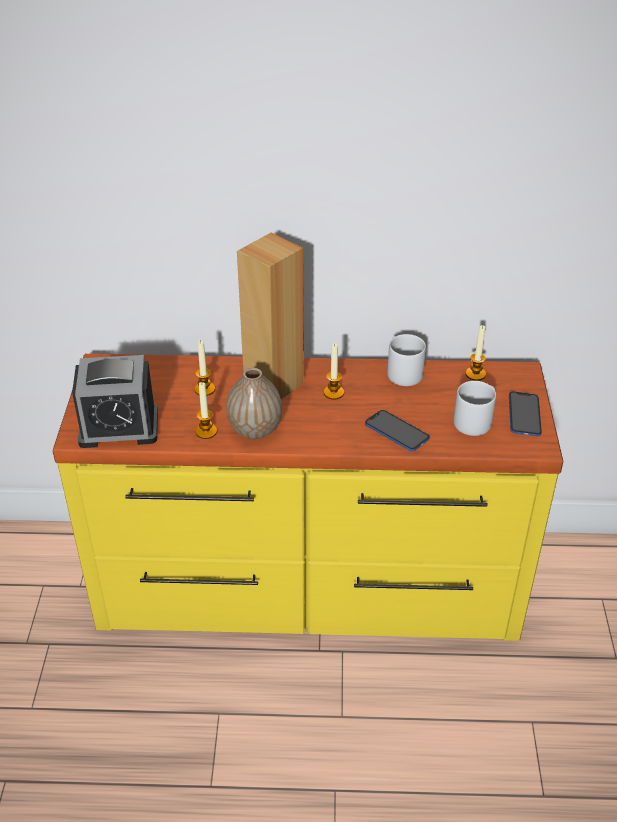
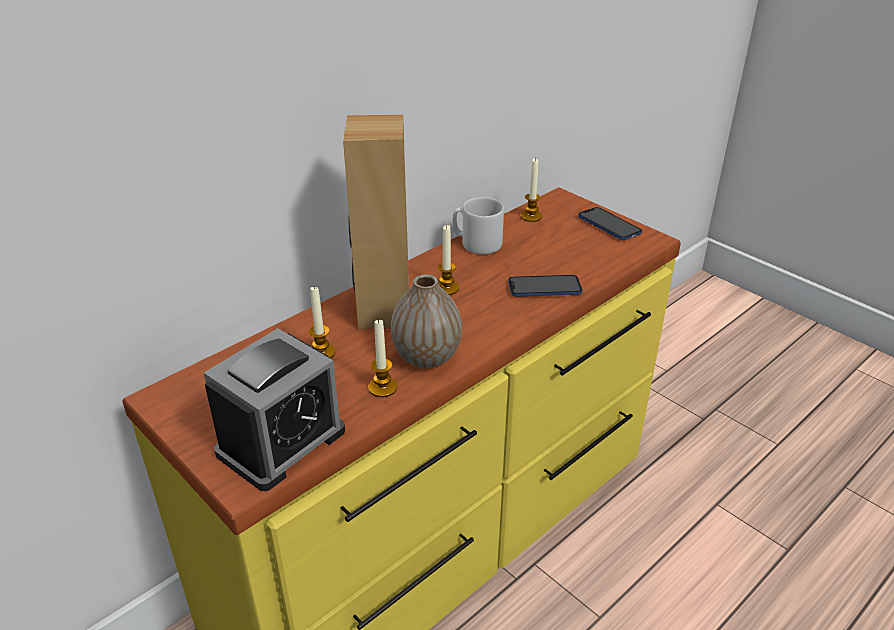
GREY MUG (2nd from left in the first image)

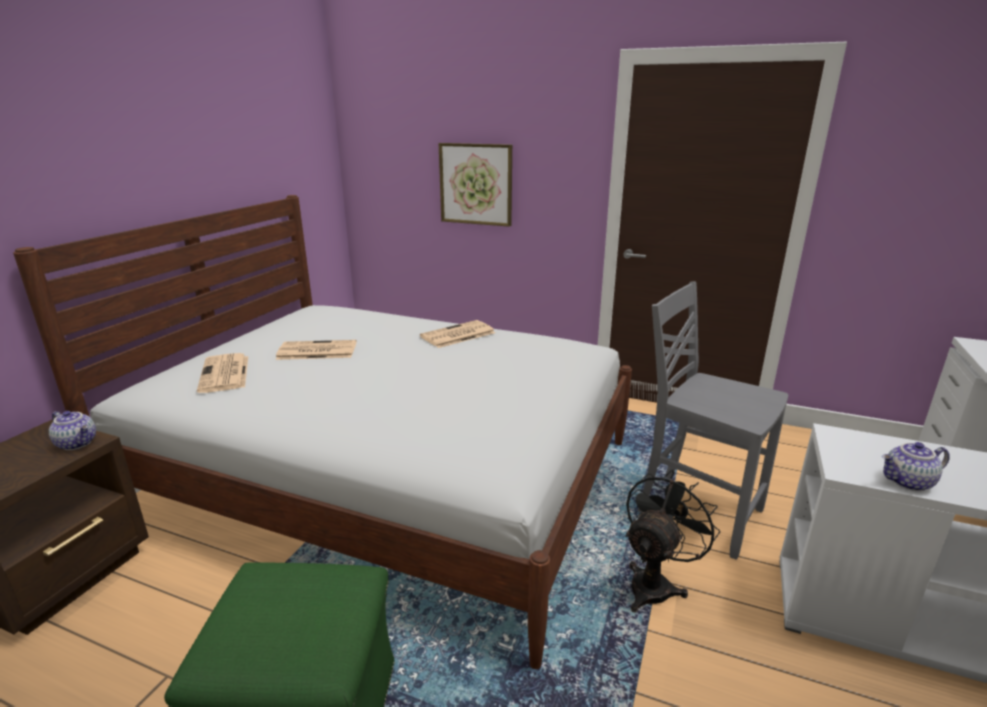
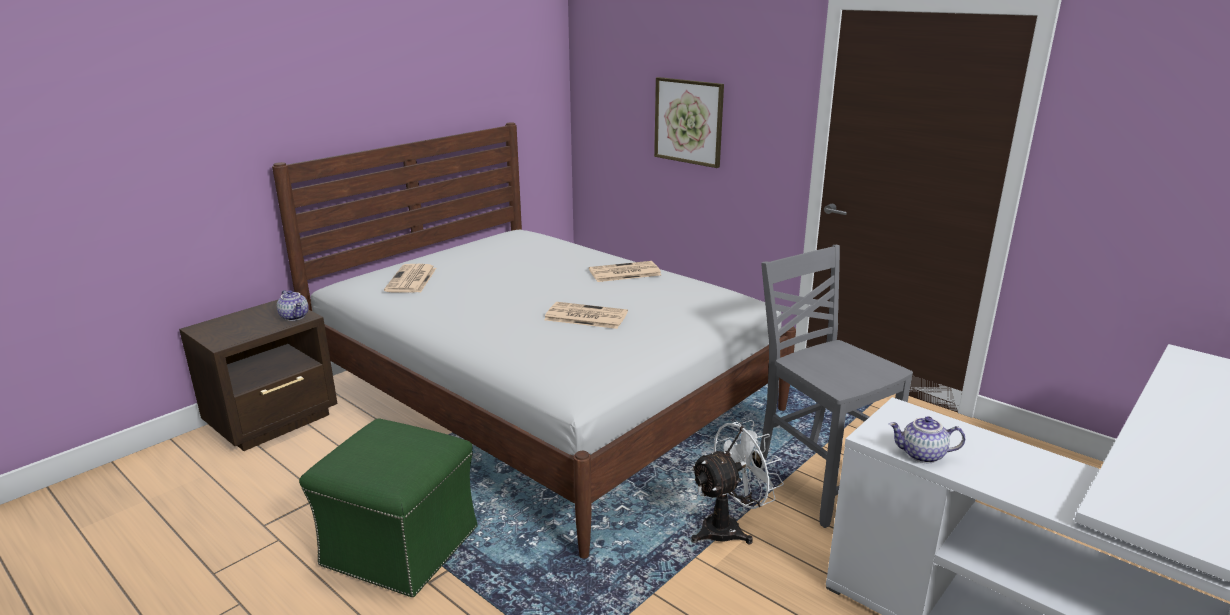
NEWSPAPER (2nd from left); WHITE FAN

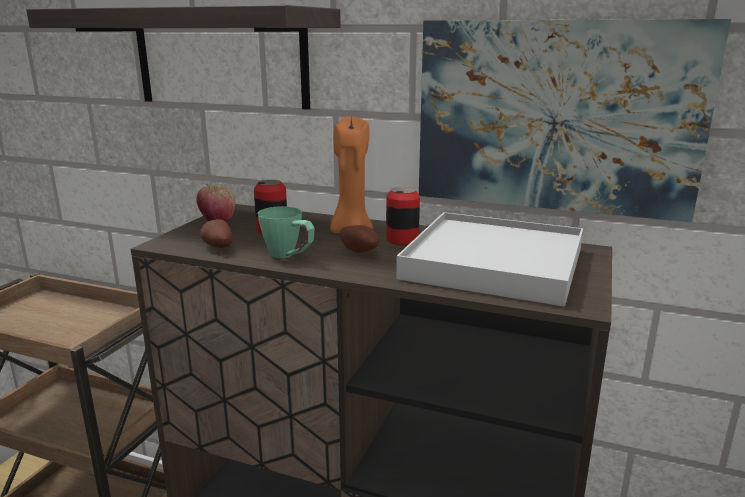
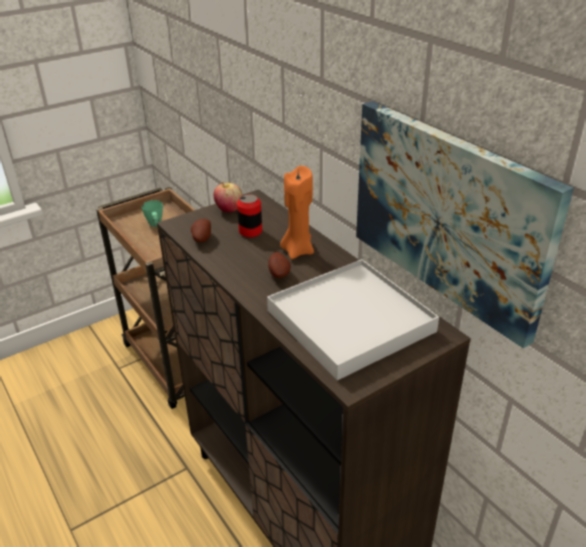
SHELF; CAN (2nd from left in the first image); GREEN MUG

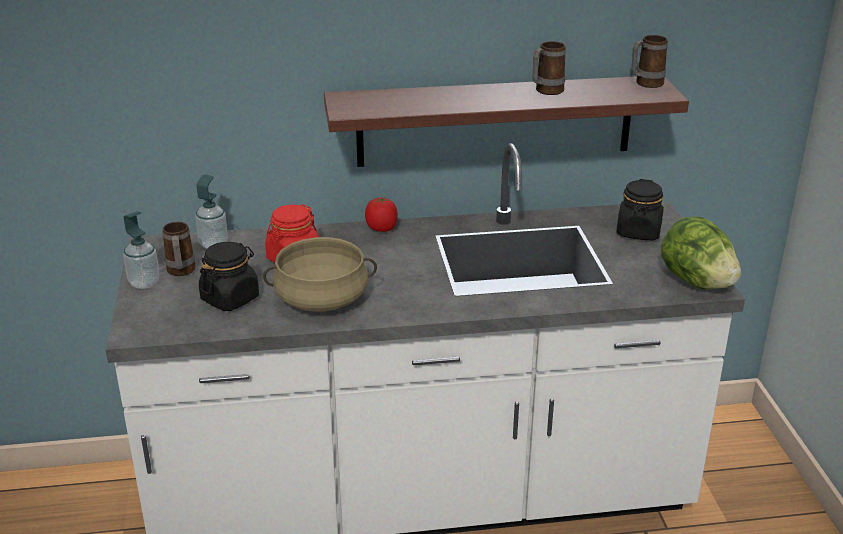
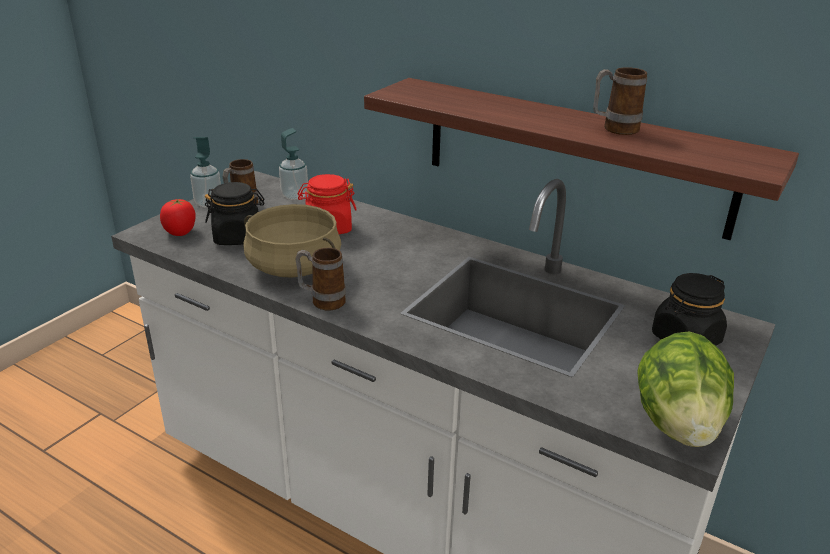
MUG (2nd from left); TOMATO

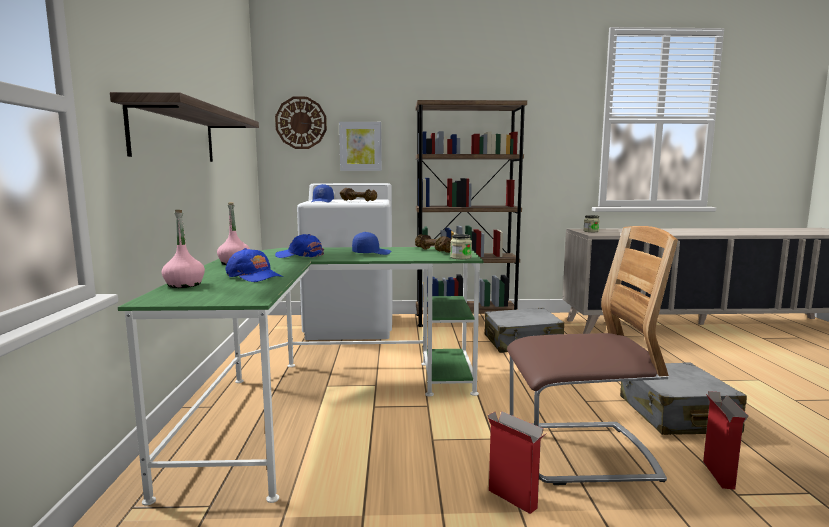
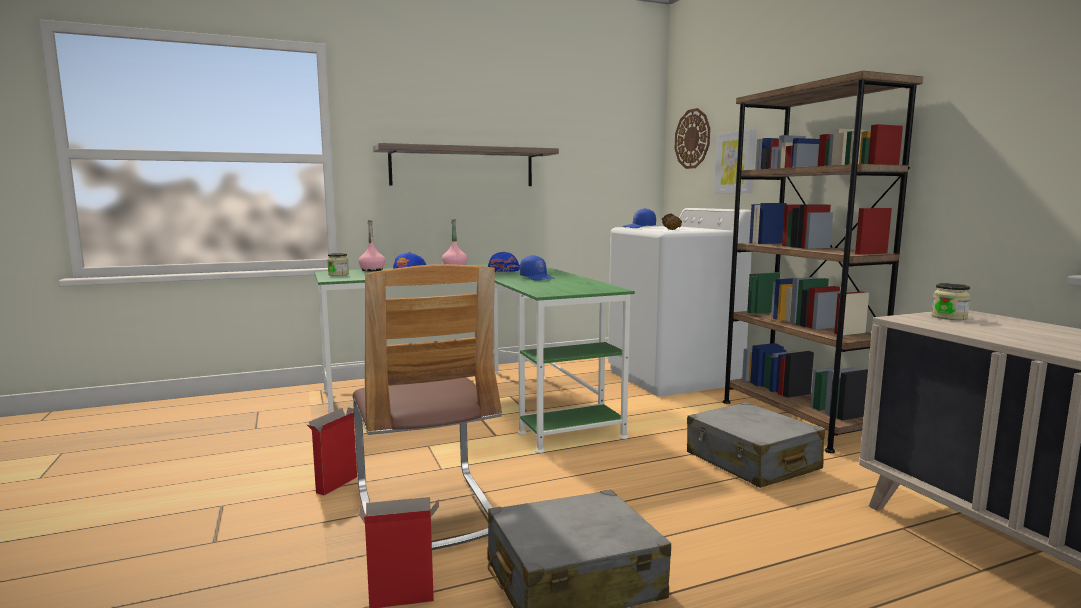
BROWN DUMBBELL (2nd from left in the first image); JAR (1st from left)

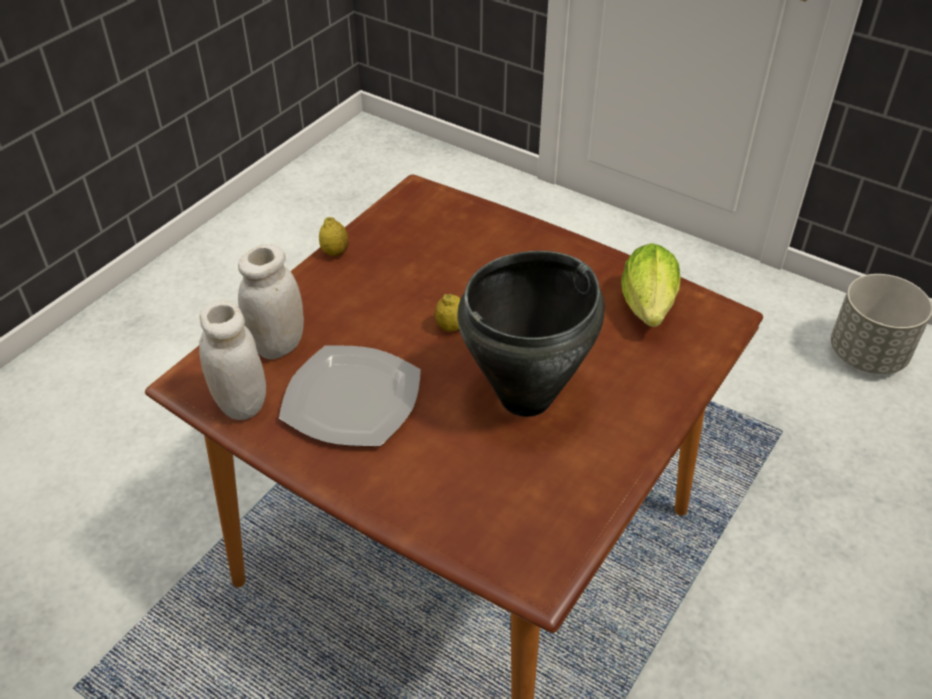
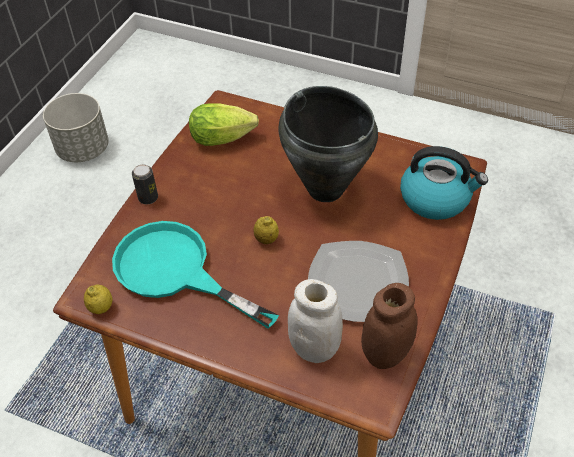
LEMON (1st from left); BROWN JAR; KETTLE; CAN; TURQUOISE FRYING PAN

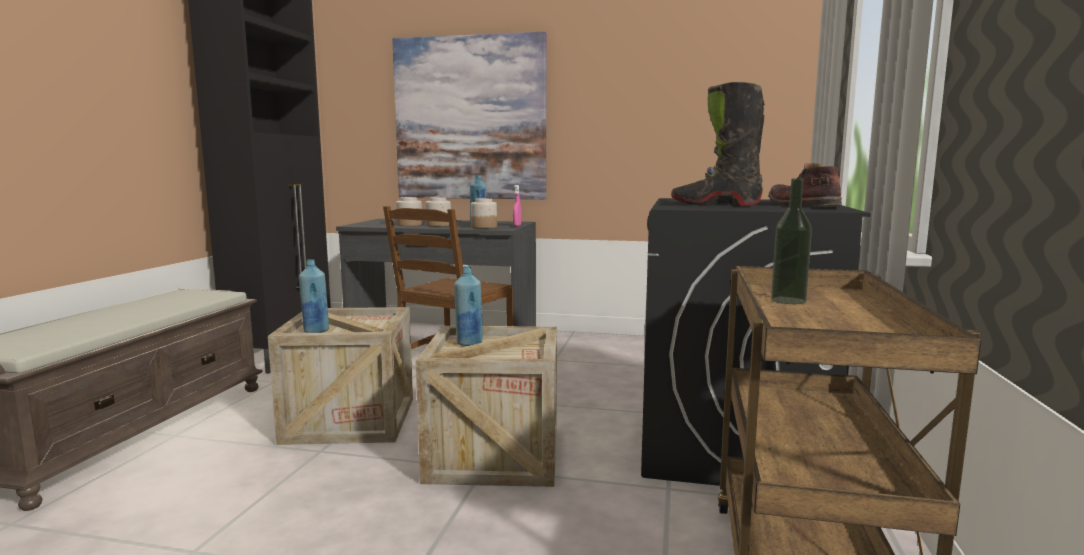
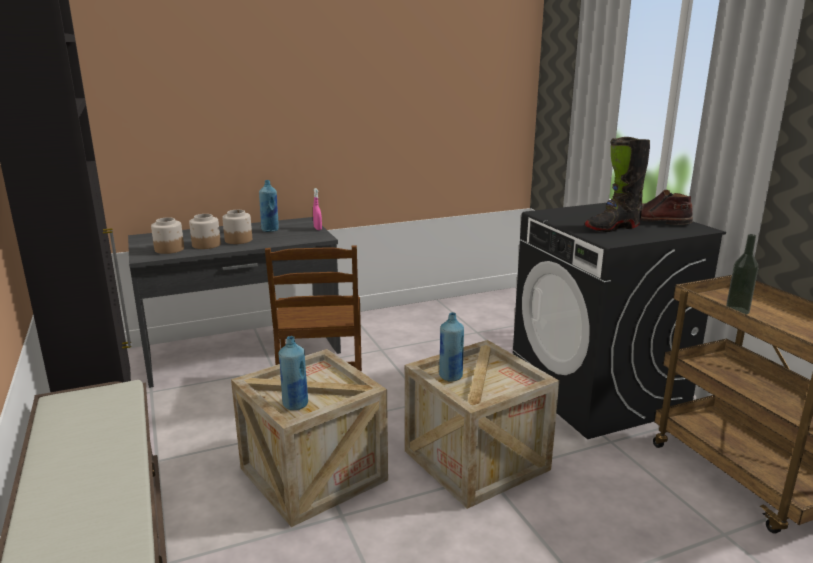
PICTURE; JAR (1st from left)

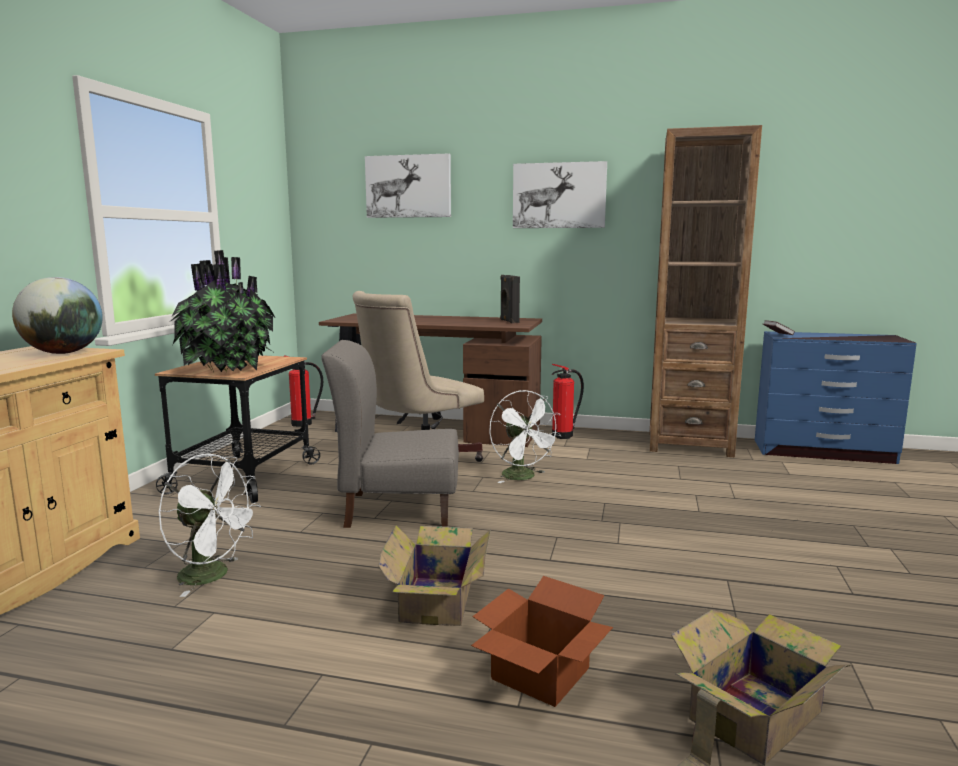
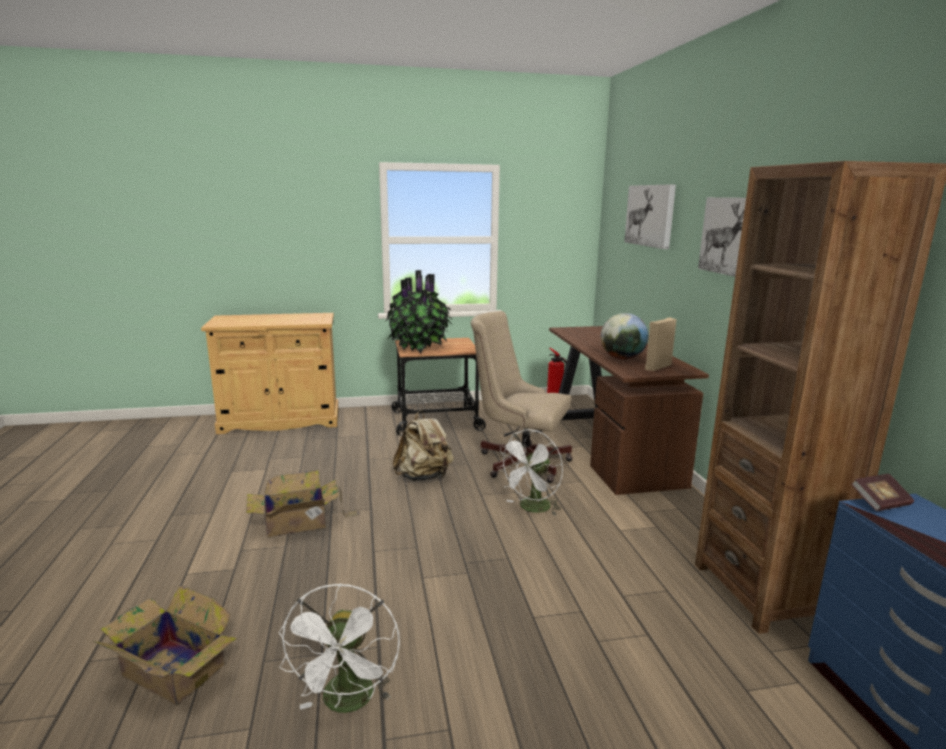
BEIGE SPEAKER; GLOBE; BEIGE BACKPACK; FIRE EXTINGUISHER (2nd from left in the first image); WHITE FAN (1st from left); CARDBOARD BOX (2nd from left in the first image)

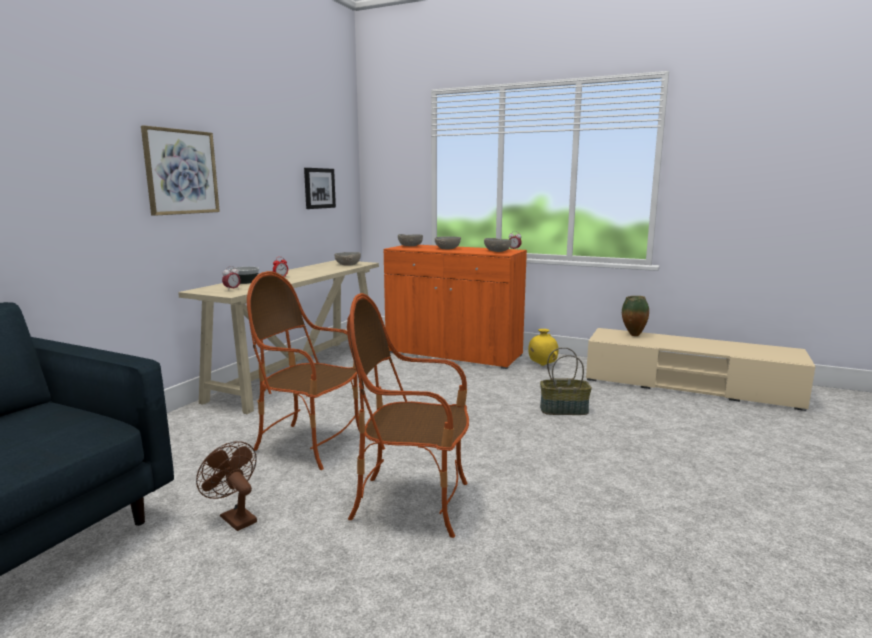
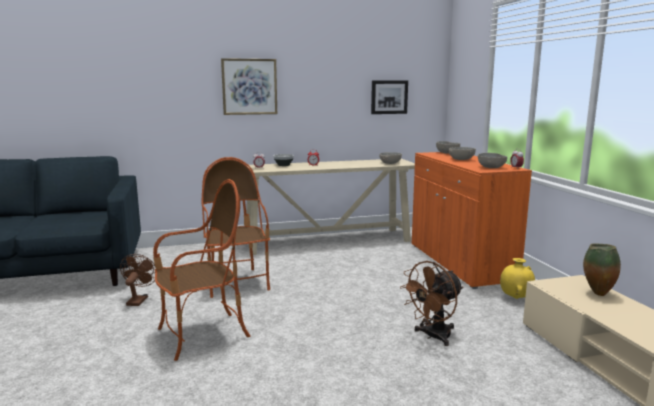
ARMCHAIR (1st from left); BROWN FAN (2nd from left)

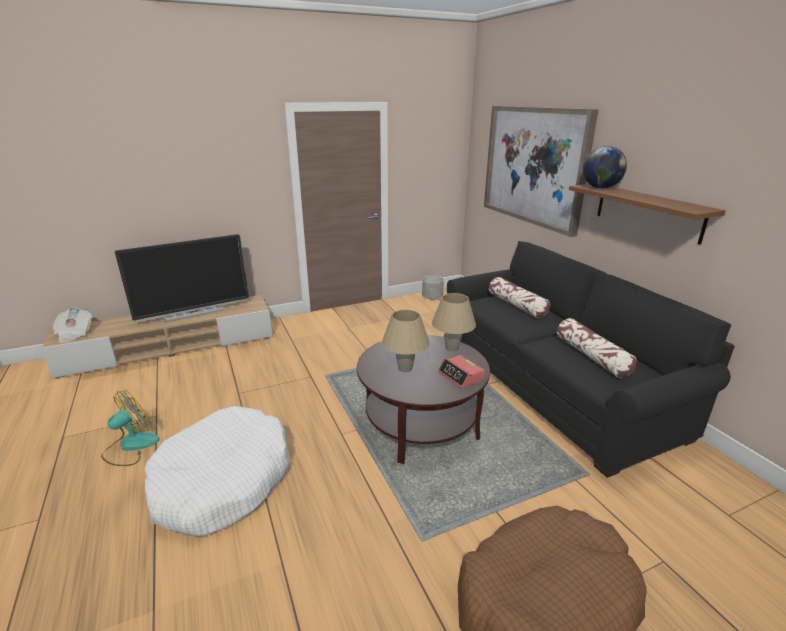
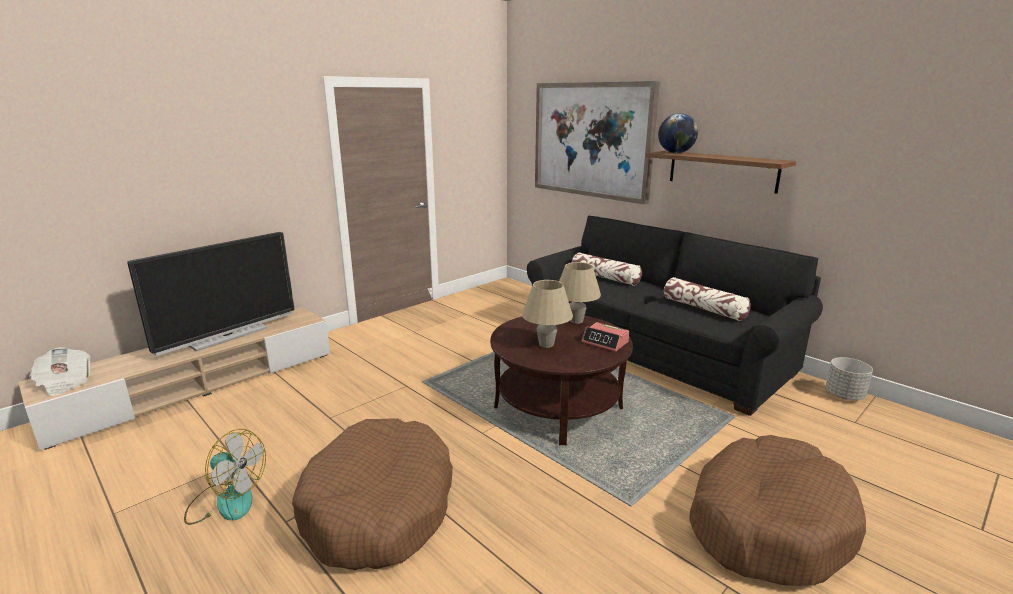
GREY PLANTER; FAN; BROWN DOG BED (1st from left)

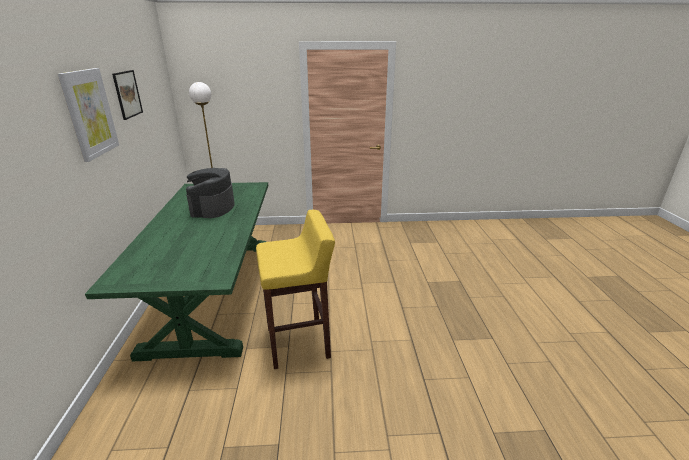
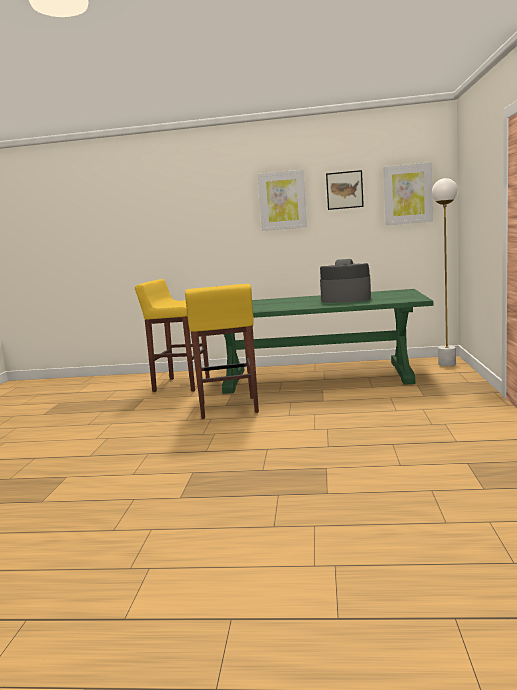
PICTURE (3rd from left); YELLOW STOOL (1st from left)

